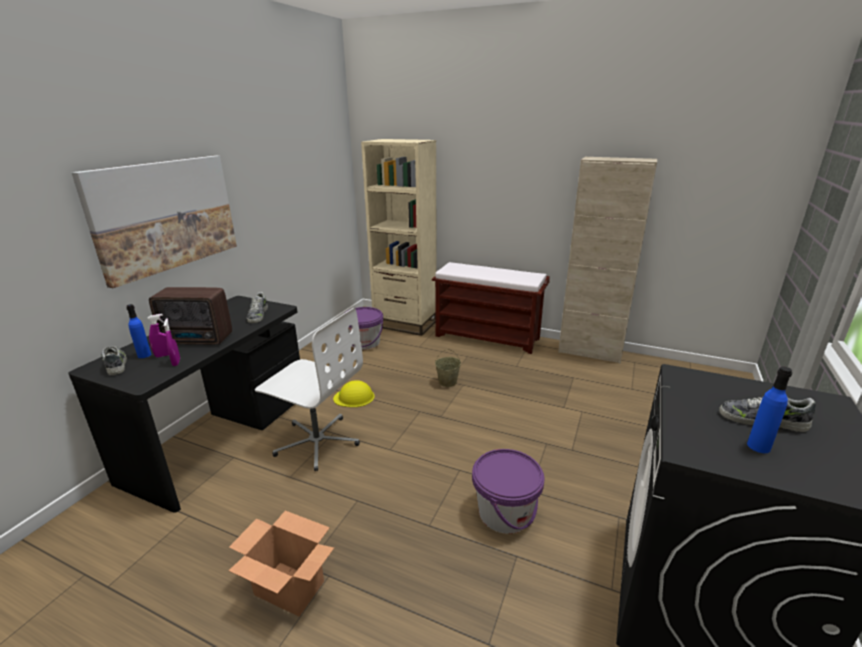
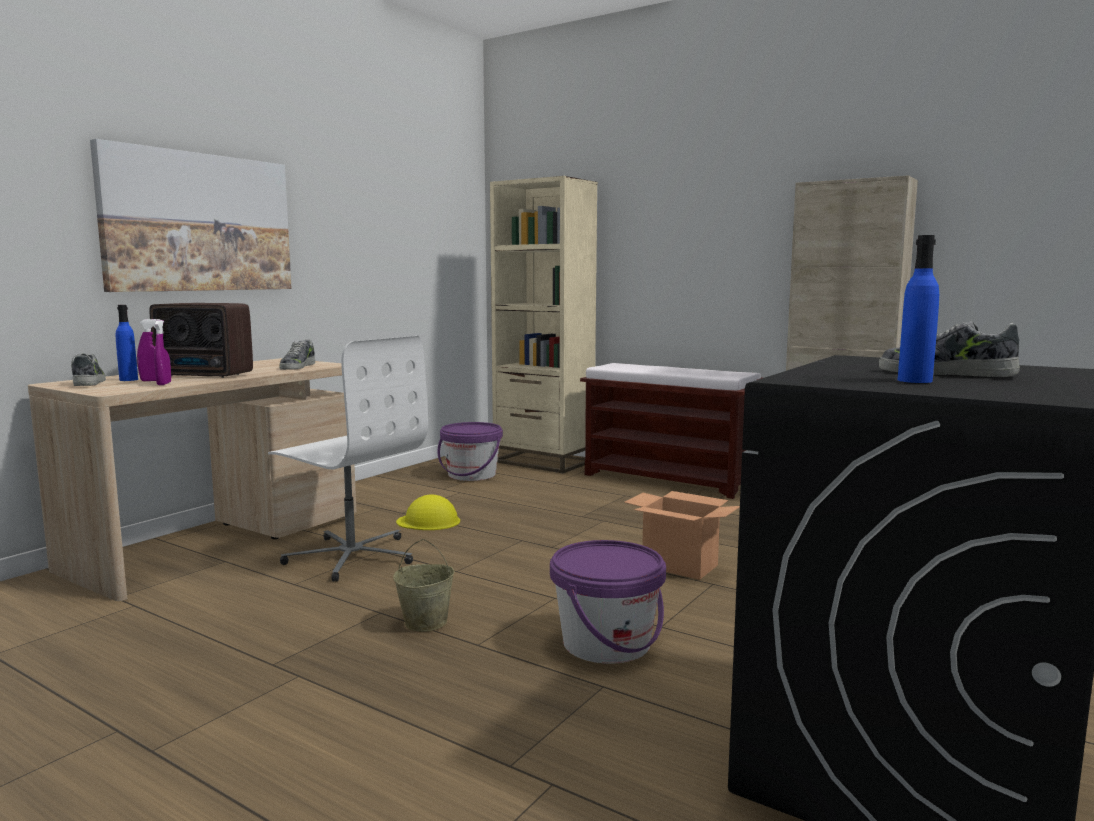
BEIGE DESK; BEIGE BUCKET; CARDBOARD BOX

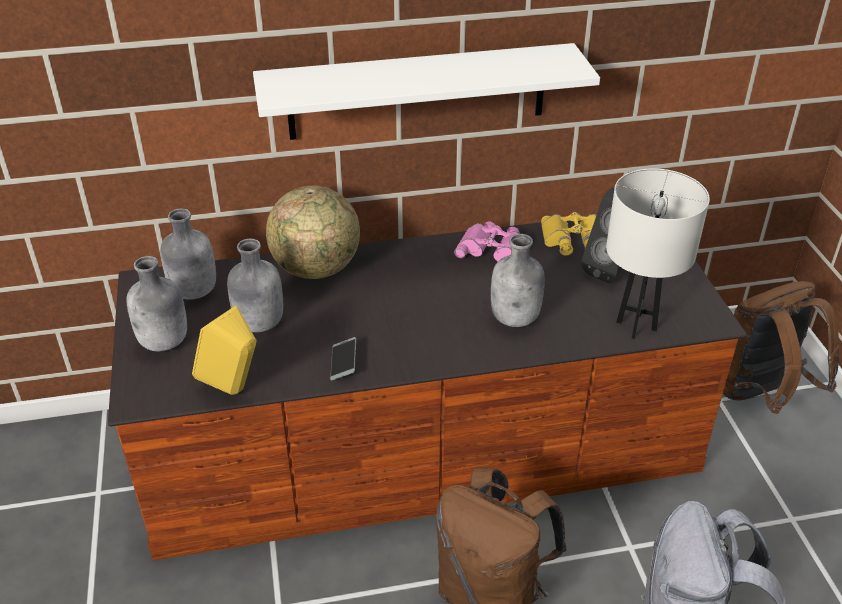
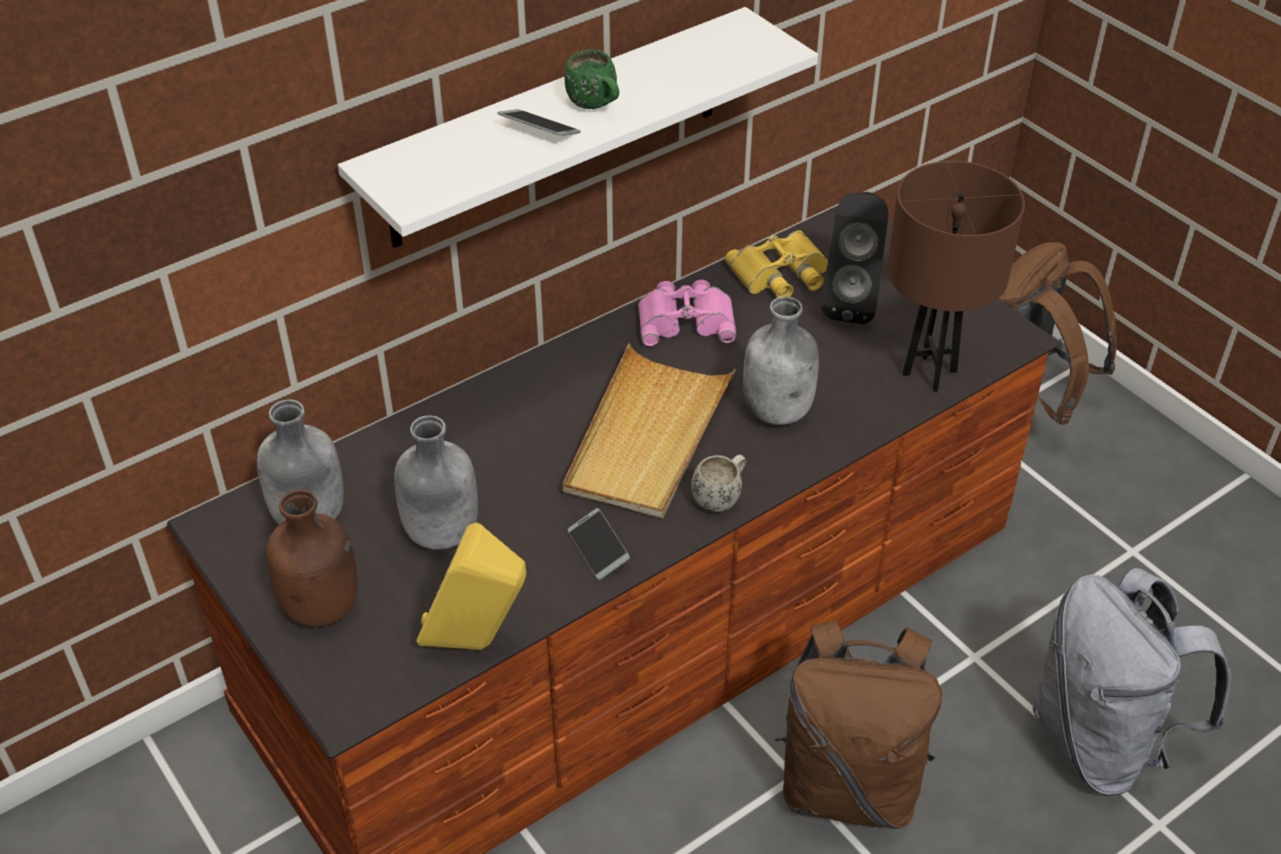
BROWN TABLE LAMP; GLOBE; BROWN BOTTLE; GREEN MUG; PHONE (1st from left); BEIGE TRAY; WHITE MUG

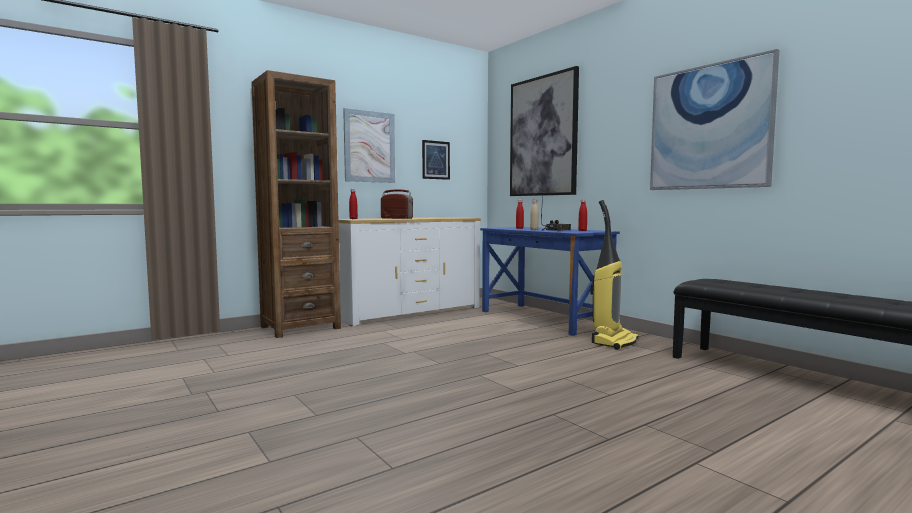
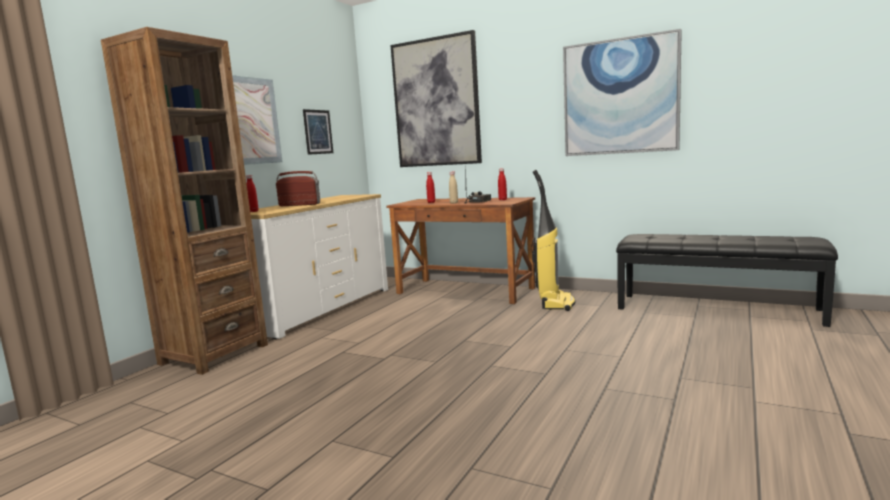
BROWN DESK

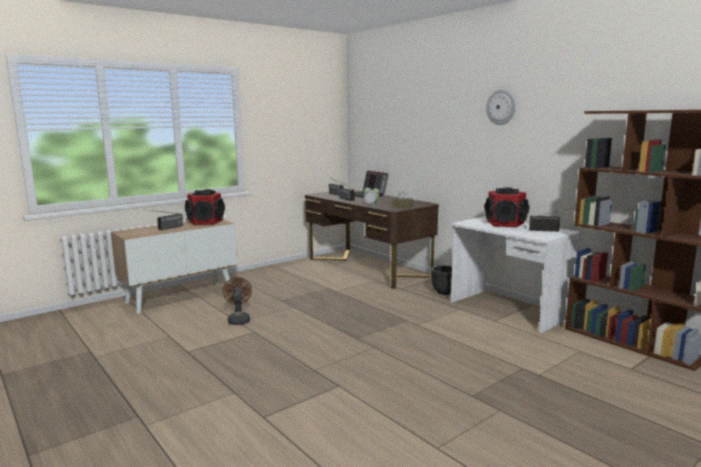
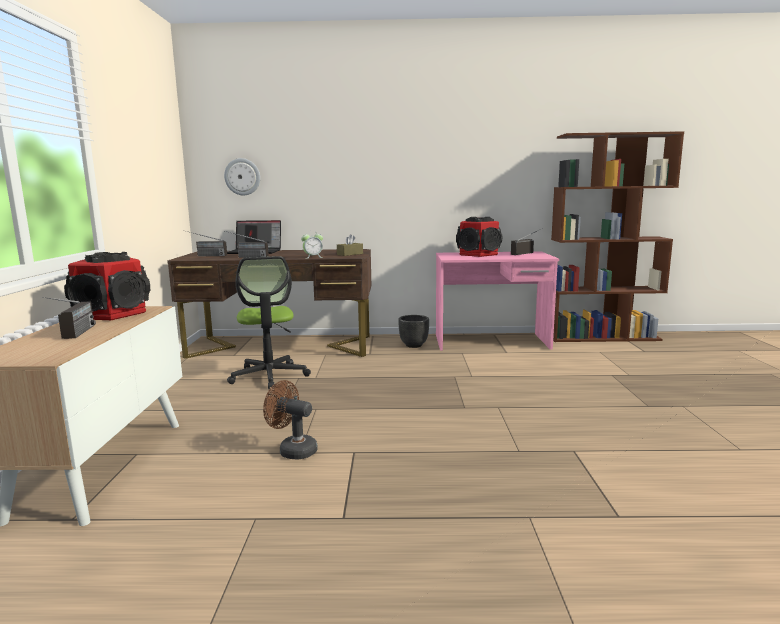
WALL CLOCK; PINK DESK; OFFICE CHAIR

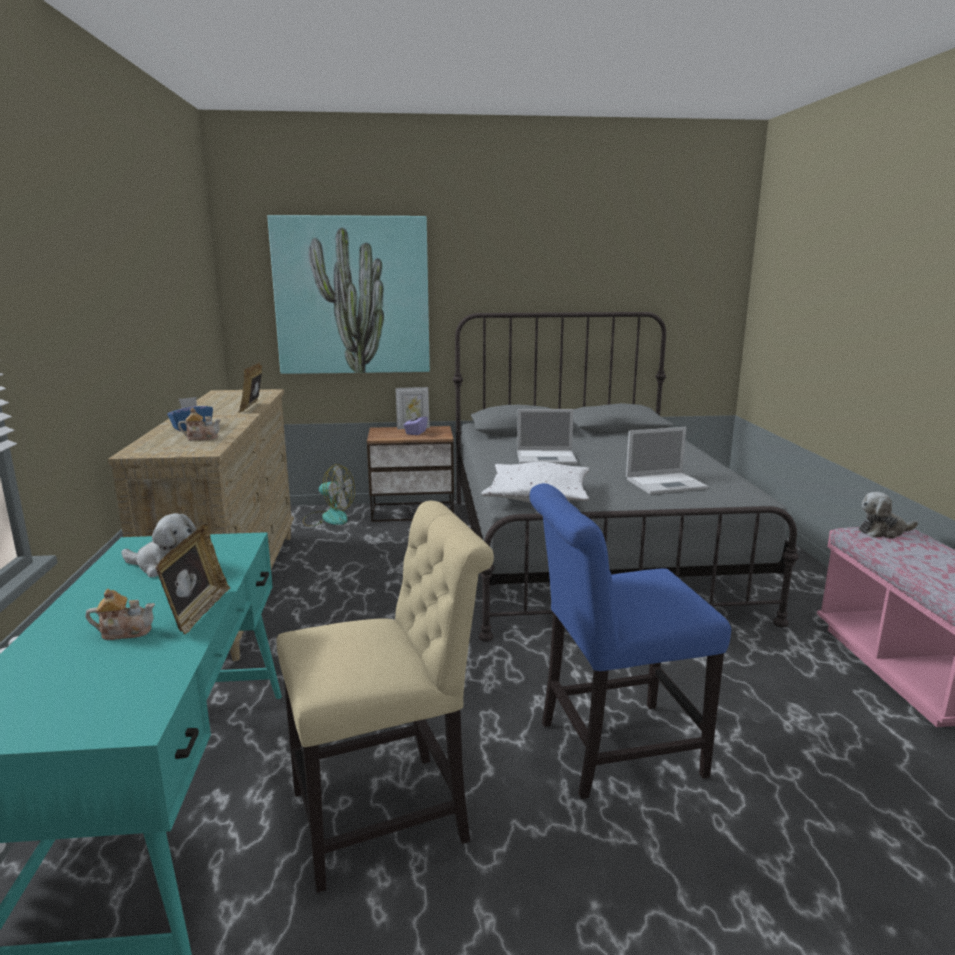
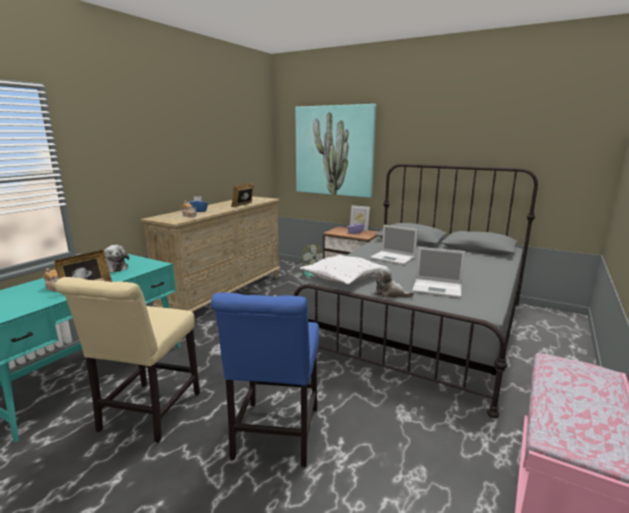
BLUE CHAIR; PLUSH TOY (2nd from left); BEIGE CHAIR

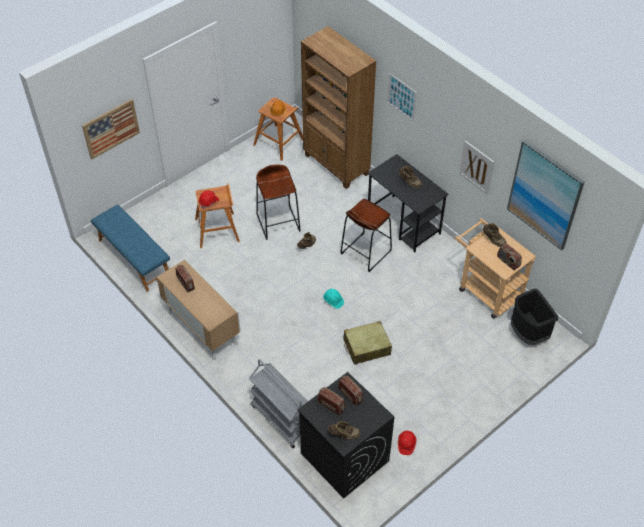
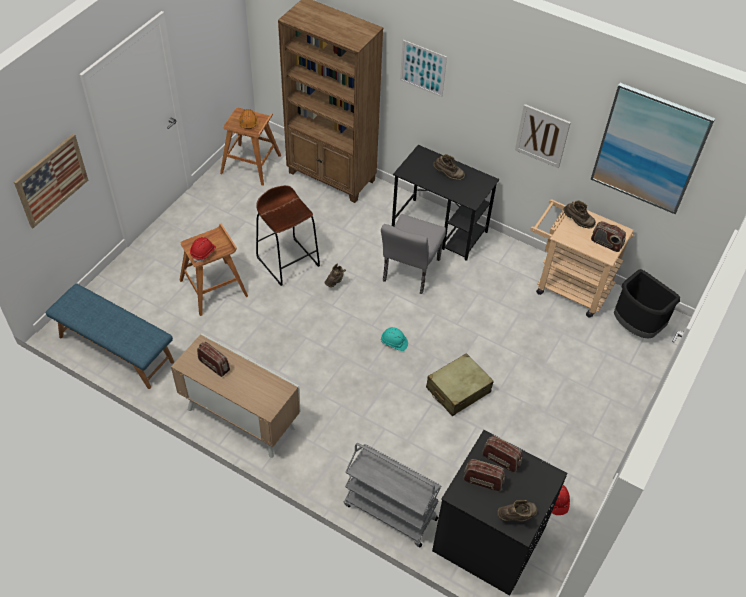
GREY CHAIR

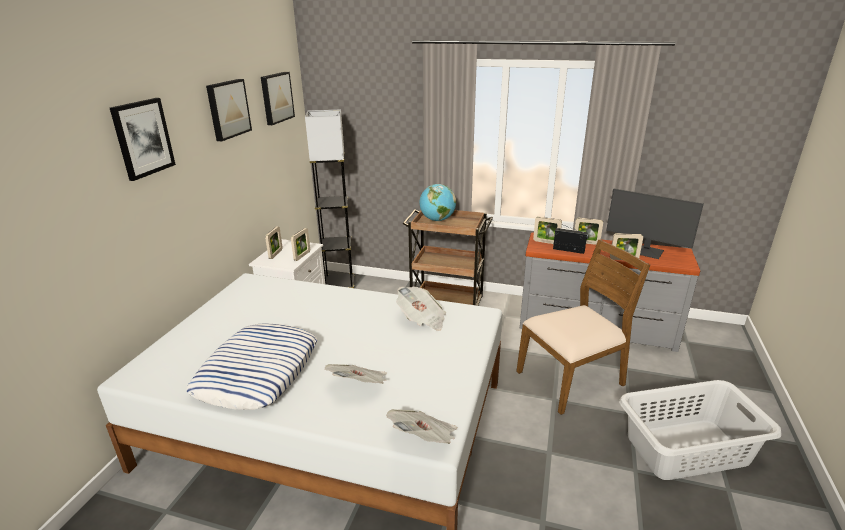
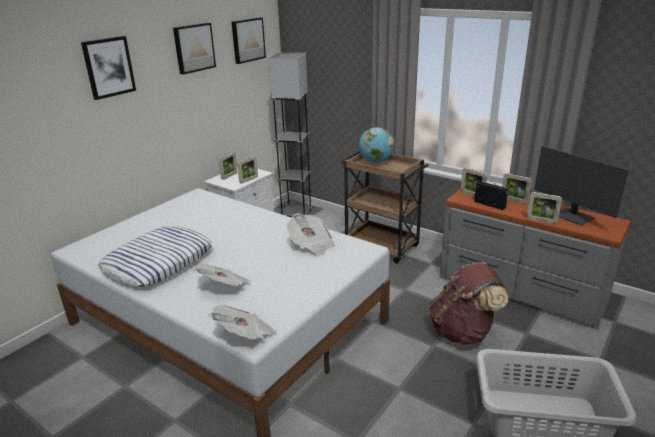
BROWN BACKPACK

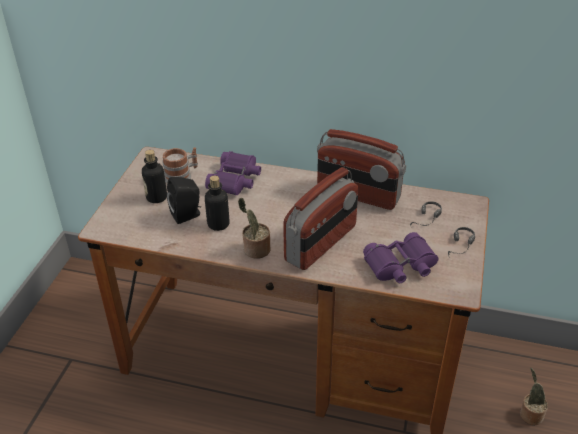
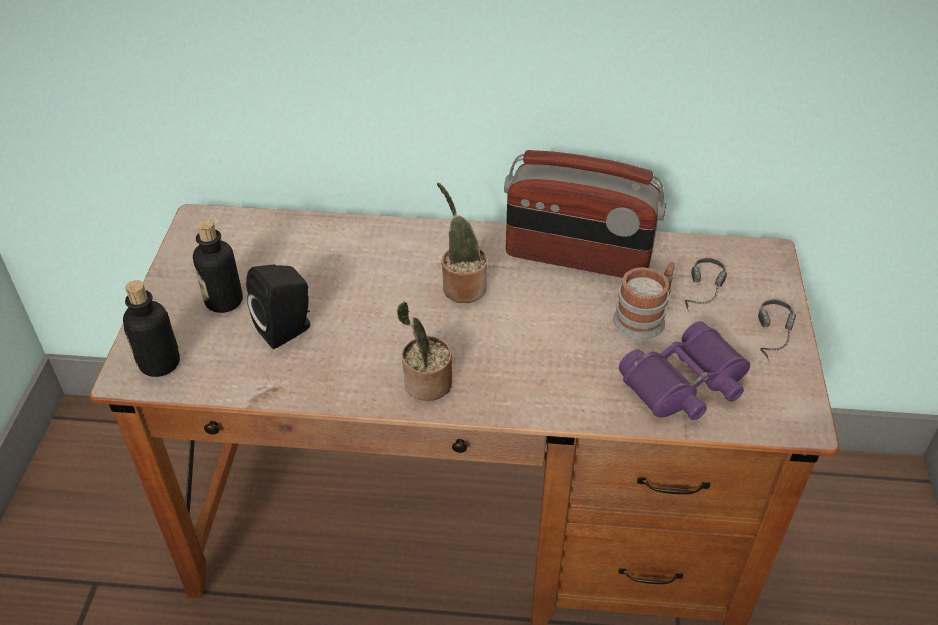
MUG; PURPLE BINOCULARS (1st from left in the first image); RADIO (1st from left in the first image); BOTTLE (1st from left); POTTED PLANT (2nd from left)

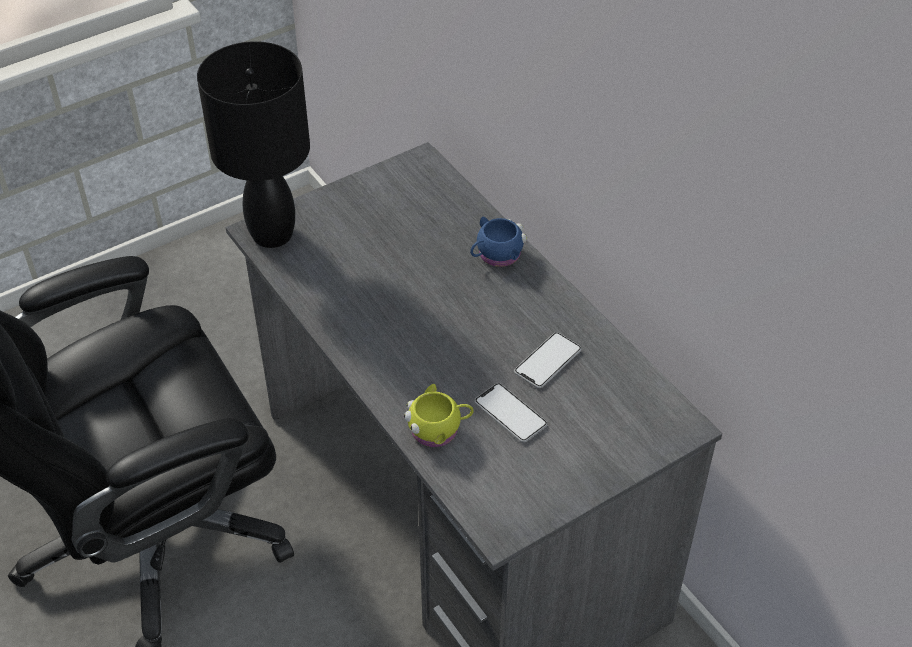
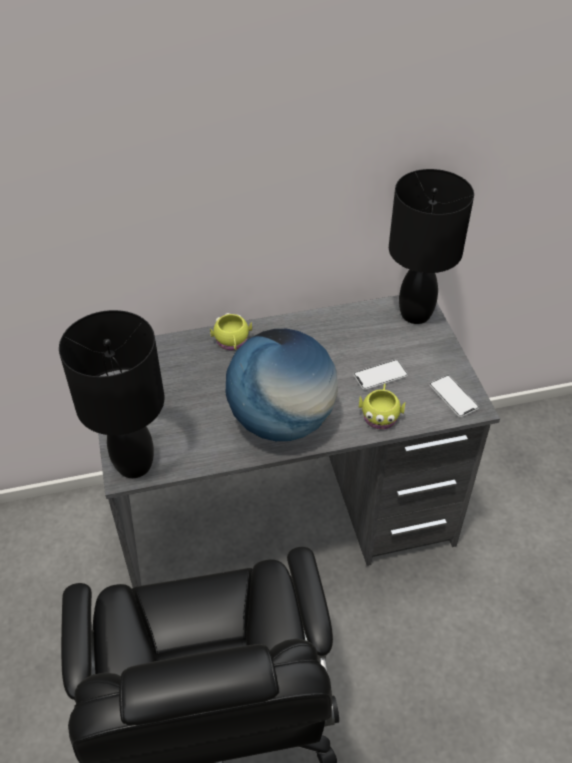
YELLOW MUG (1st from left); PHONE (2nd from left); BLACK TABLE LAMP (2nd from left); GLOBE

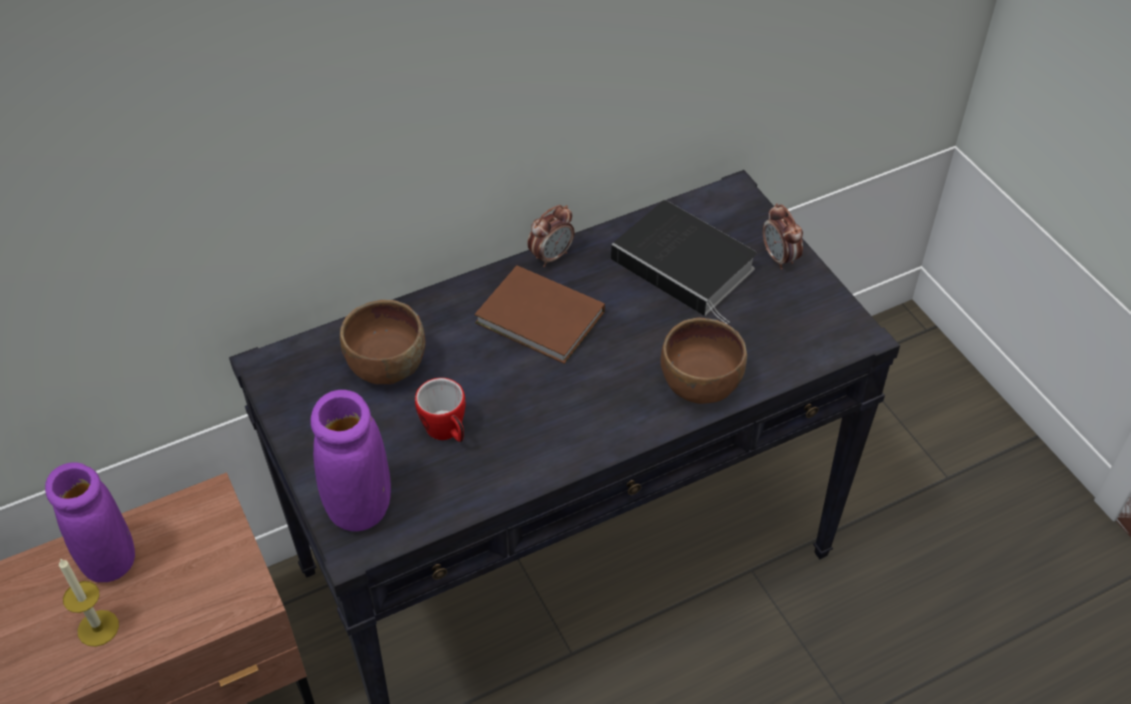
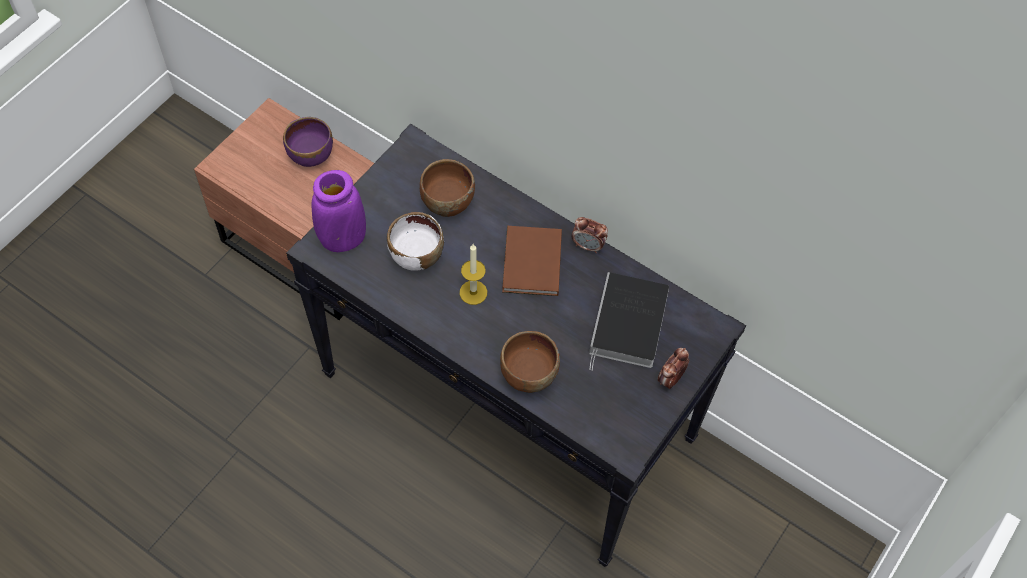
WHITE BOWL; PURPLE BOWL; CANDLE

